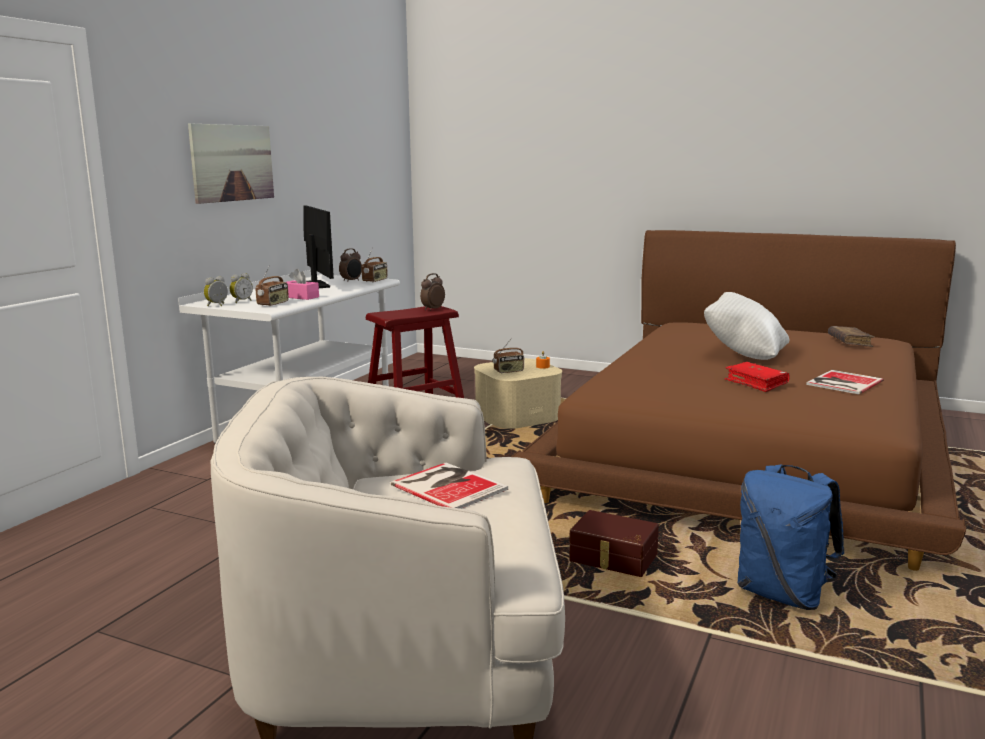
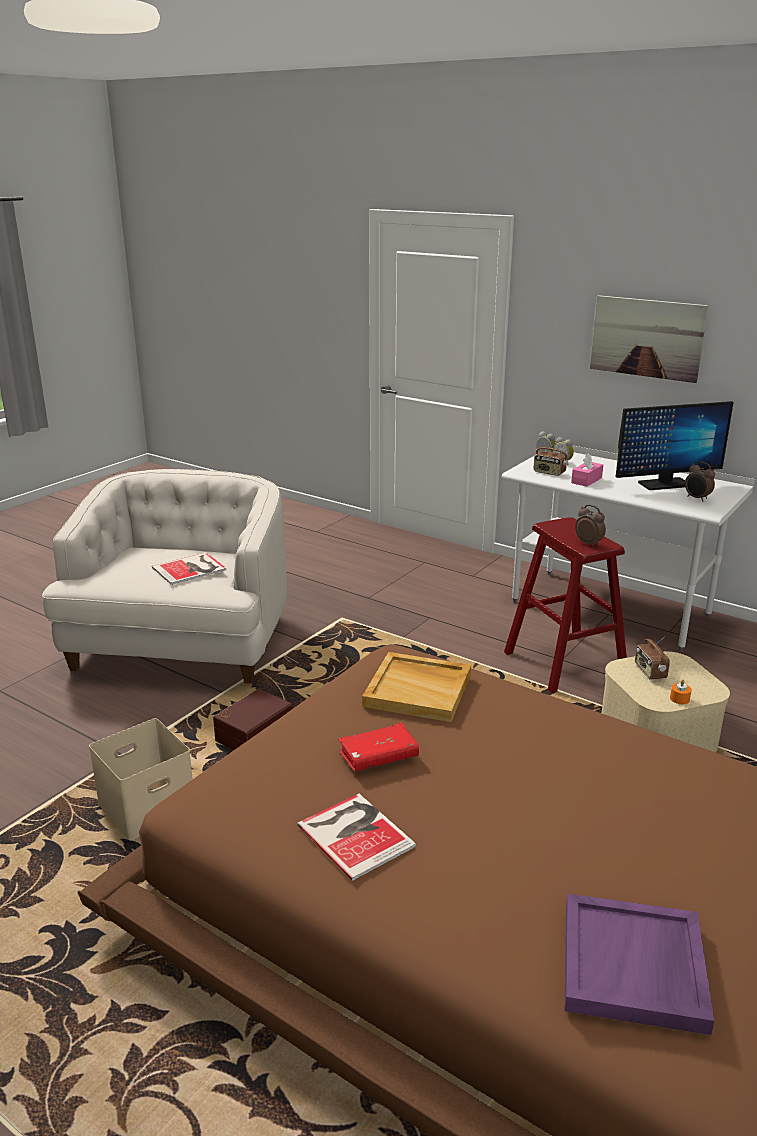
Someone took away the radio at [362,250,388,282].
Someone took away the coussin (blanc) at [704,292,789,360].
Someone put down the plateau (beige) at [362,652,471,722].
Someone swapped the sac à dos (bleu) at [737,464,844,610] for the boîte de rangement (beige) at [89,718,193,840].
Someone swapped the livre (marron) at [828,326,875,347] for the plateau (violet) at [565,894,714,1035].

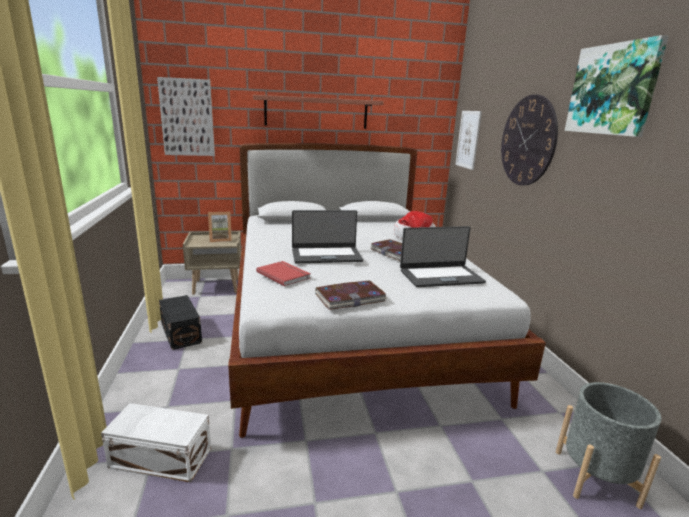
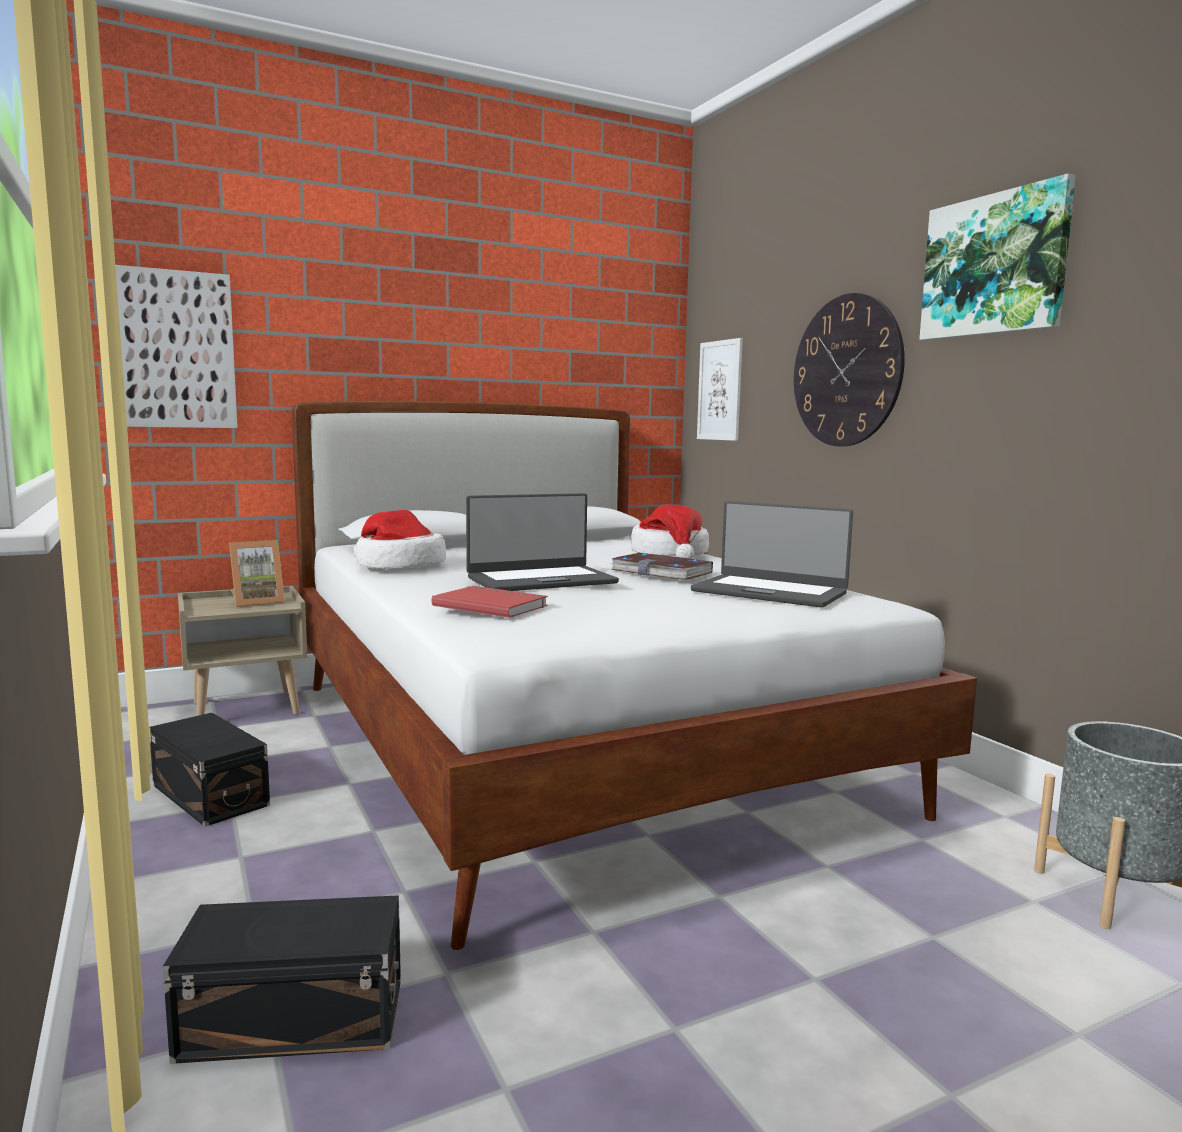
Someone took away the étagère at [253,95,384,129].
Someone took away the livre at [315,280,387,310].
Someone put down the chapeau at [353,510,446,569].
Someone repainted the boîte de rangement (blanc) at [101,403,211,482], which became the boîte de rangement (noir) at [163,895,401,1064].
Someone rotated the ordinateur portable at [400,226,486,287] by 60 degrees clockwise.

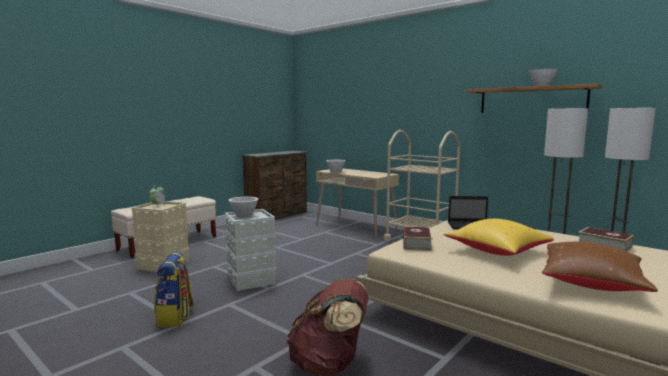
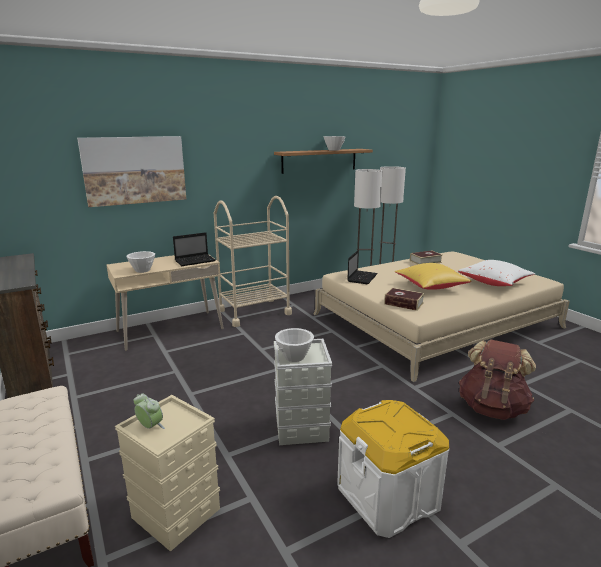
Someone put up the tableau at [77,136,186,207].
Someone put down the ordinateur portable at [173,232,216,266].
Someone swapped the sac à dos at [154,251,194,327] for the boîte de rangement (blanc) at [337,400,449,538].
Someone repainted the coussin (marron) at [542,242,658,292], which became the coussin (blanc) at [458,260,535,286].

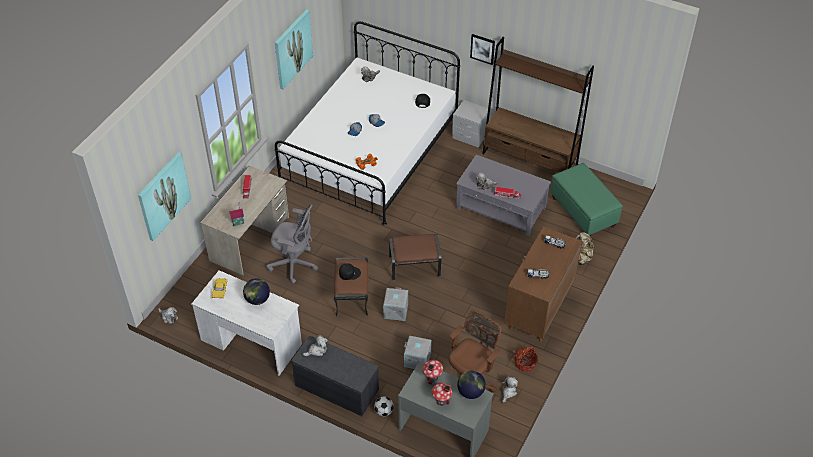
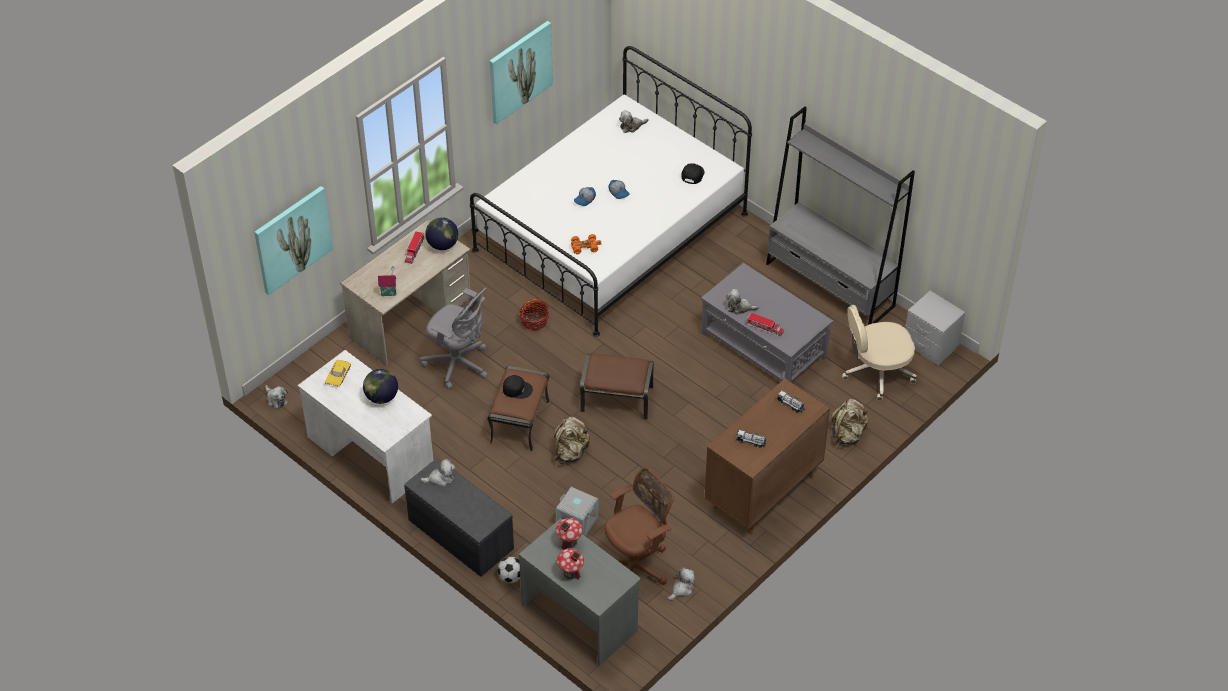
Someone took away the tableau at [470,34,495,65].
Someone carried the table de chevet (gris) from [452,100,488,147] to [905,291,965,365].
Someone carried the globe from [457,370,486,399] to [425,217,458,250].
Someone carried the panier from [514,346,538,372] to [519,298,549,331].
Someone swapped the boîte de rangement (gris) at [383,288,408,321] for the sac à dos (beige) at [554,417,590,464].
Someone swapped the pouf (vert) at [551,163,623,236] for the chaise de bureau (beige) at [842,305,917,401].
Someone repainted the bibliothèque (marron) at [483,37,594,172], which became the bibliothèque (gris) at [766,107,915,325].

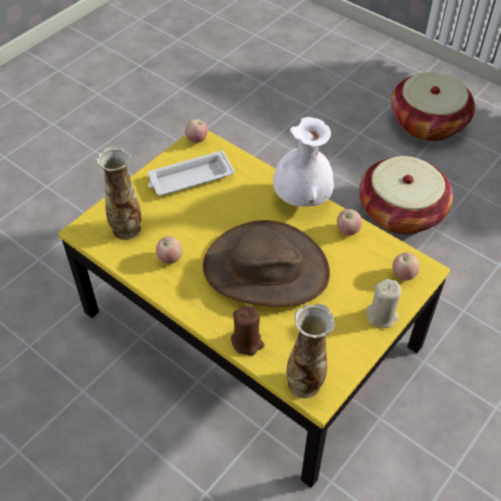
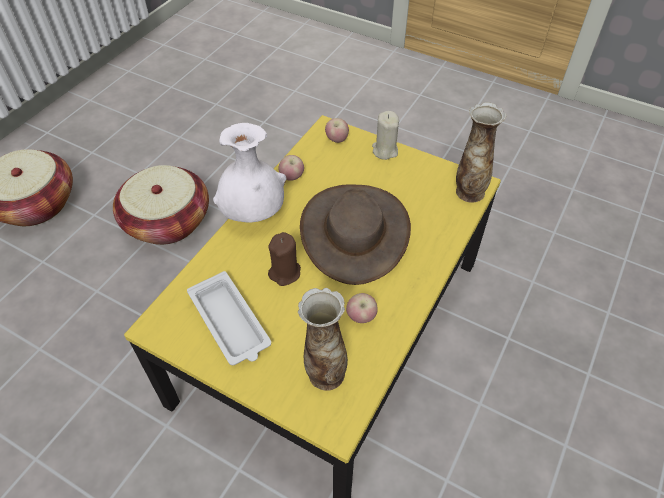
Someone took away the pomme at [185,119,208,143].
Someone carried the bougie (marron) from [231,305,265,356] to [268,232,301,286].

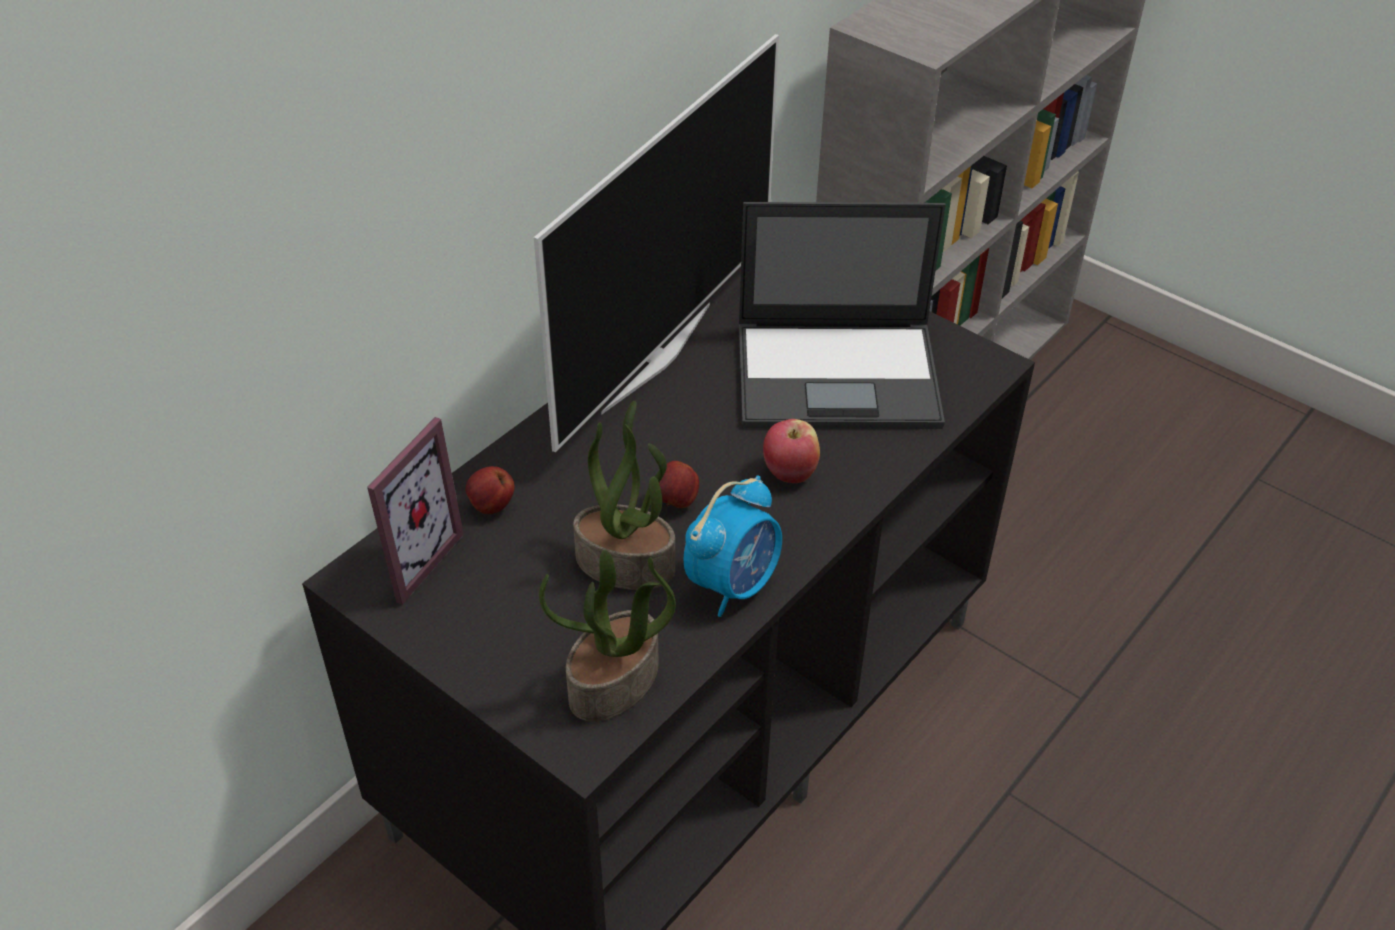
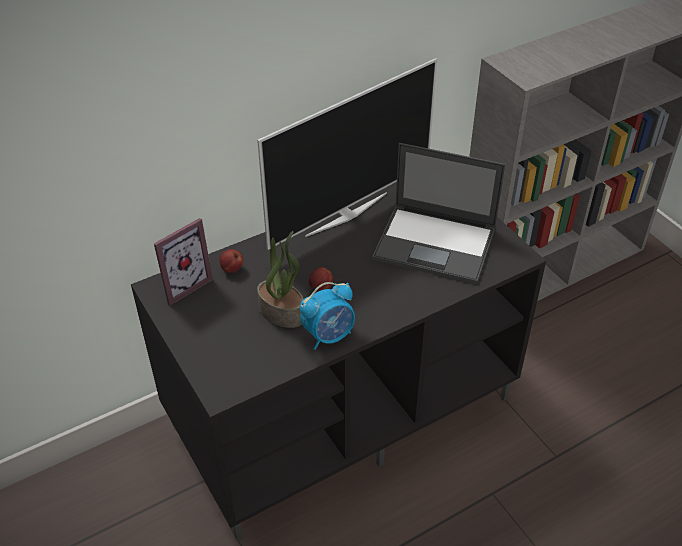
Someone took away the plante en pot at [539,550,676,722].
Someone took away the pomme at [763,419,820,483].

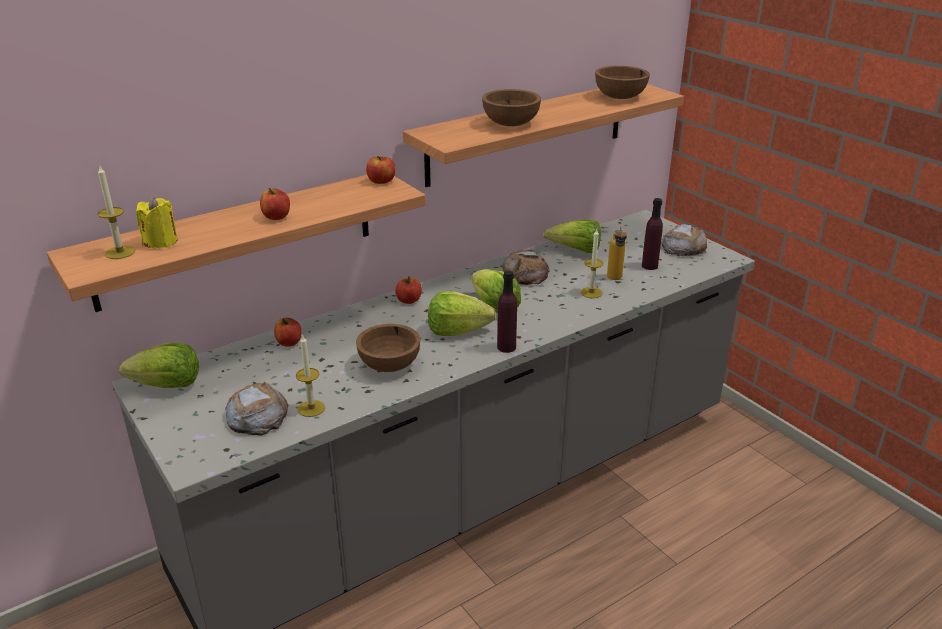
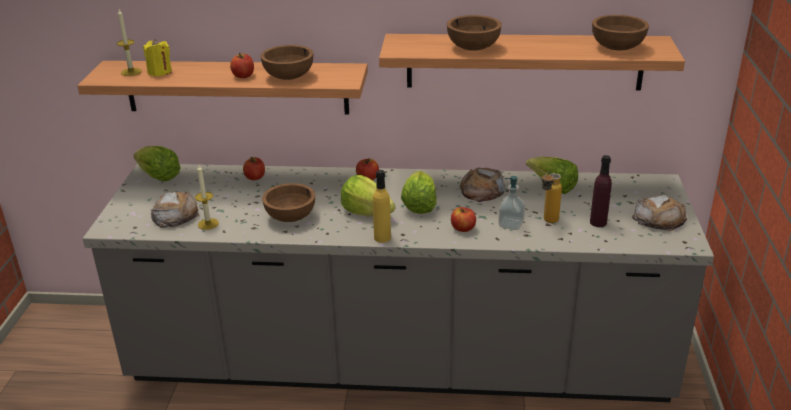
Someone put down the bol (marron) at [260,45,314,80].
Someone carried the pomme from [366,156,395,184] to [451,207,476,232].
Someone swapped the bougie at [580,229,603,298] for the distributeur de savon at [498,176,525,230].
Someone repainted the bouteille (violet) at [497,271,517,353], which became the bouteille (jaune) at [373,170,391,243].

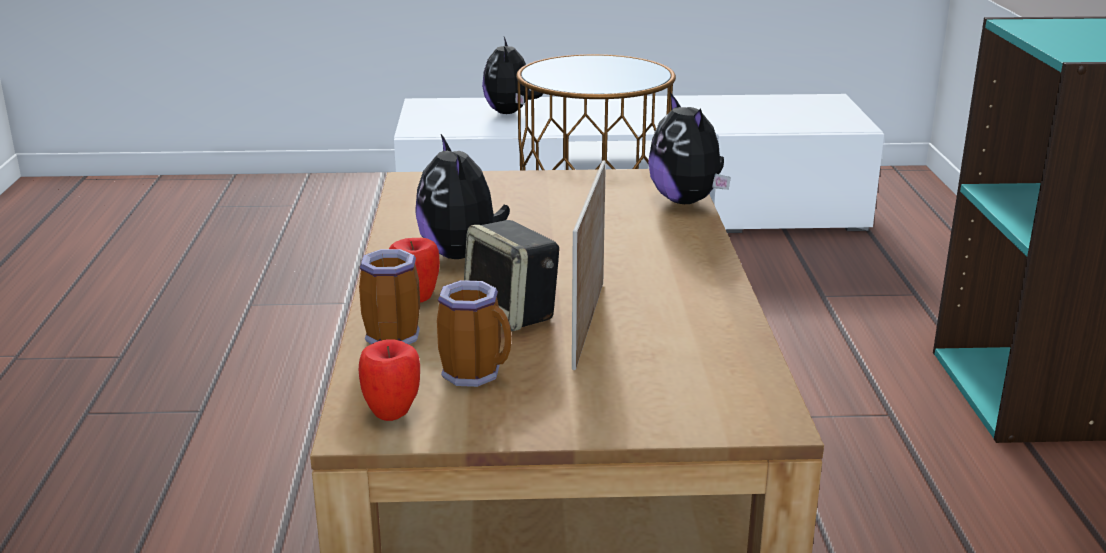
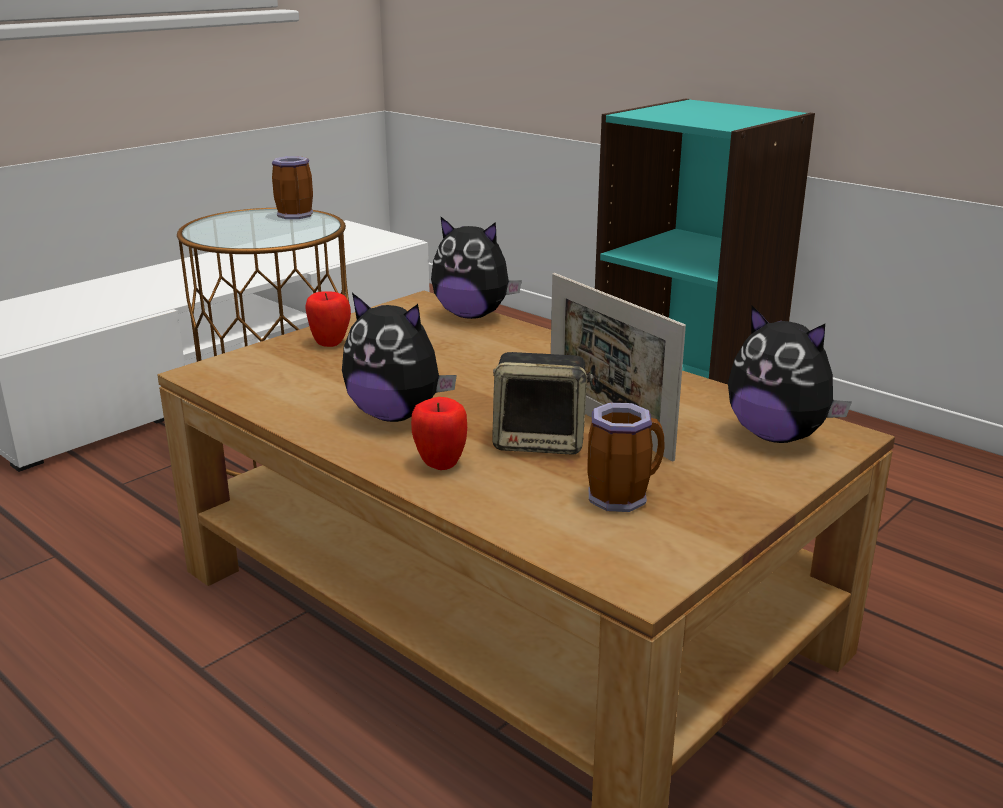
Someone carried the mug from [359,249,420,345] to [272,156,313,219].
Someone carried the pomme from [359,339,420,421] to [305,291,351,347].
Someone carried the peluche from [482,37,543,114] to [728,305,852,443].

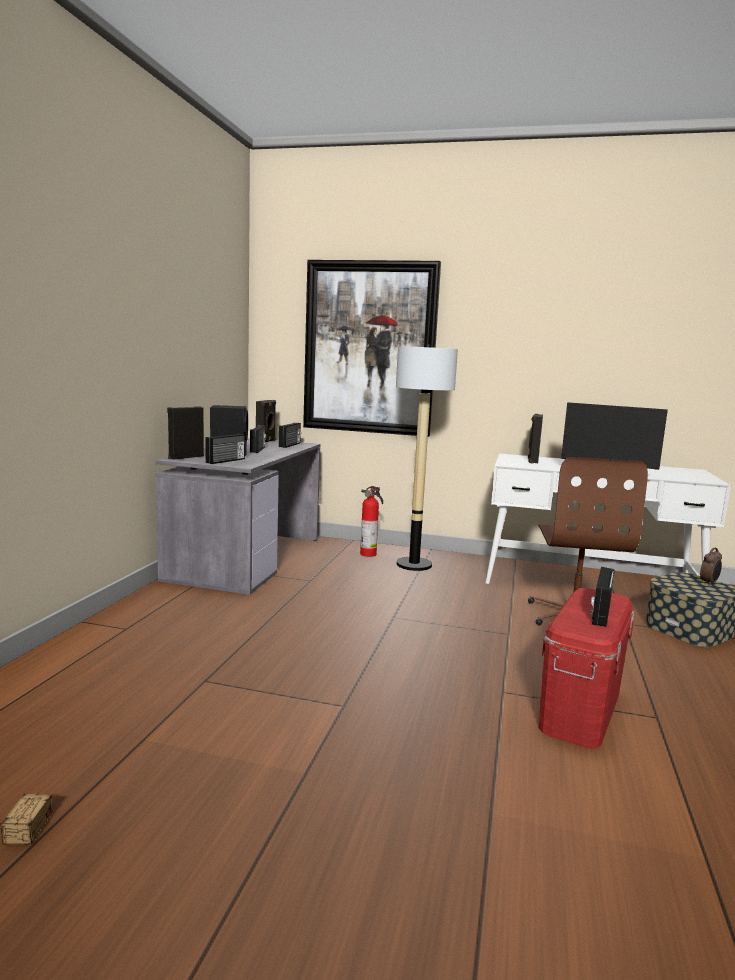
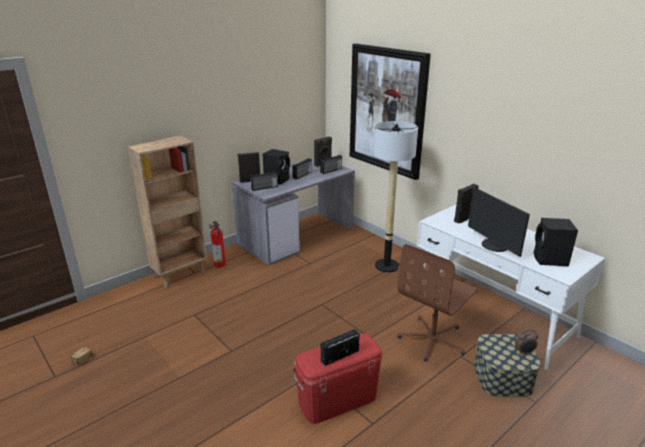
Someone put down the bibliothèque (marron) at [128,136,207,288].
Someone put down the enceinte (noir) at [534,218,578,266].
Someone carried the extincteur from [360,486,383,557] to [209,221,226,267].

